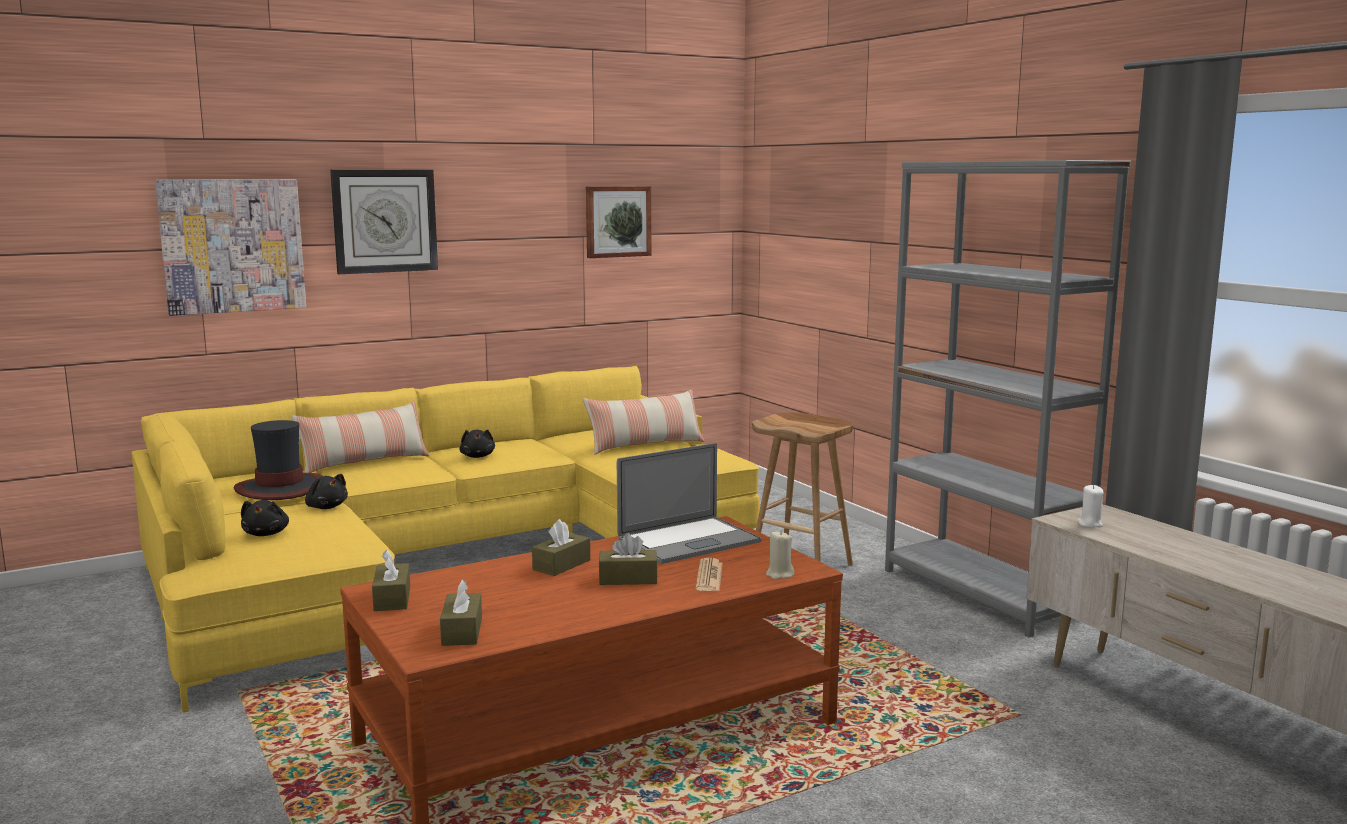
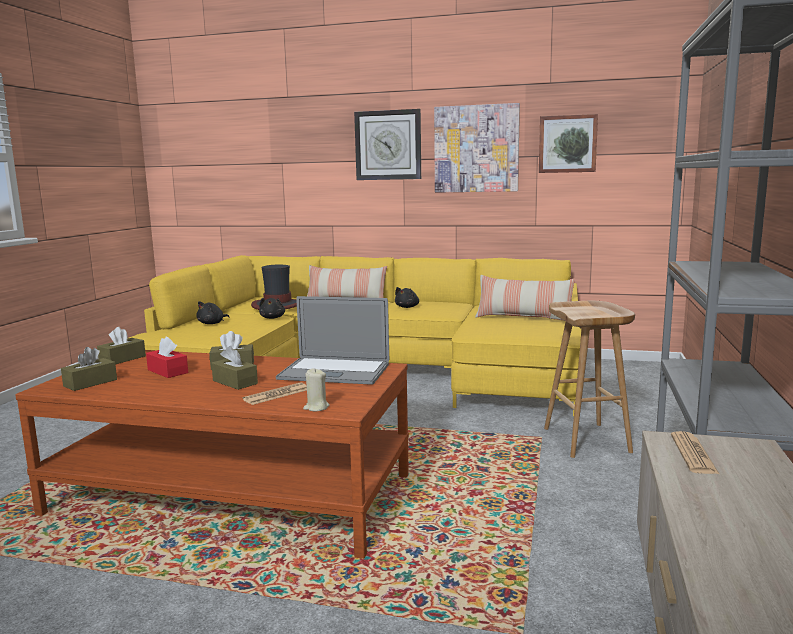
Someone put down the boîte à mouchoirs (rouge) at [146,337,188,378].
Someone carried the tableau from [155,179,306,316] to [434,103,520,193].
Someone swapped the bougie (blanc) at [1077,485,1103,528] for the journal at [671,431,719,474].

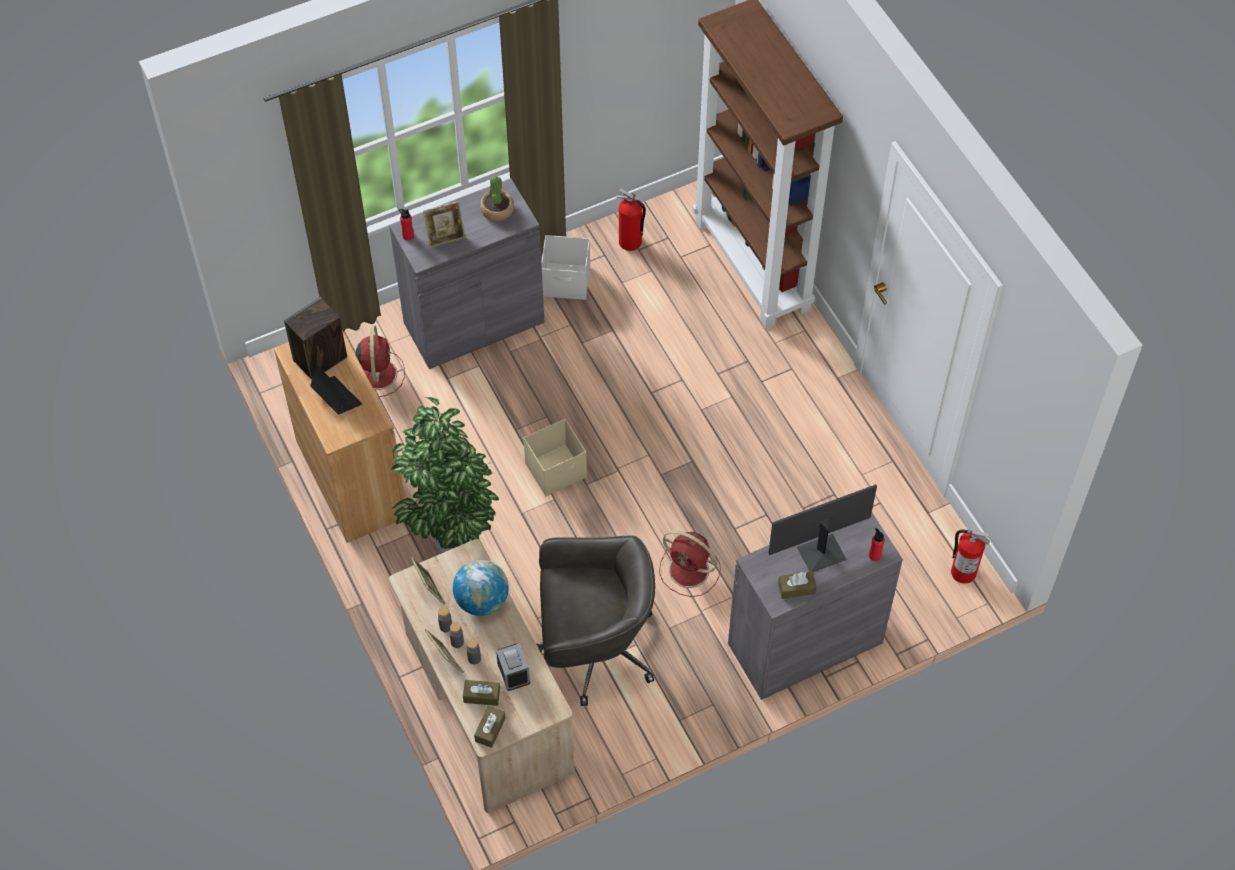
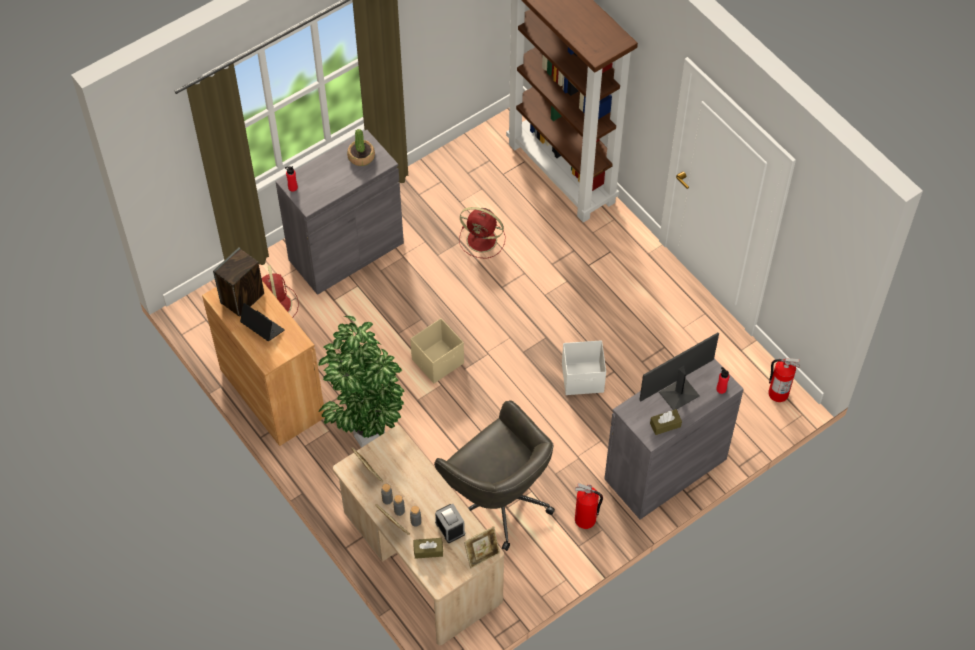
Someone took away the globe at [453,560,509,616].
Someone took away the boîte à mouchoirs (marron) at [474,706,506,748].
Someone carried the cadre photo from [423,201,465,248] to [464,526,500,568].
Someone carried the boîte de rangement (blanc) from [541,235,590,300] to [562,340,606,395].
Someone carried the extincteur from [617,188,646,251] to [575,483,603,529].
Someone carried the ventilateur (rouge) from [659,530,721,597] to [459,207,505,259].
Someone rotated the chaise de bureau (gris) at [536,535,655,706] by 60 degrees clockwise.

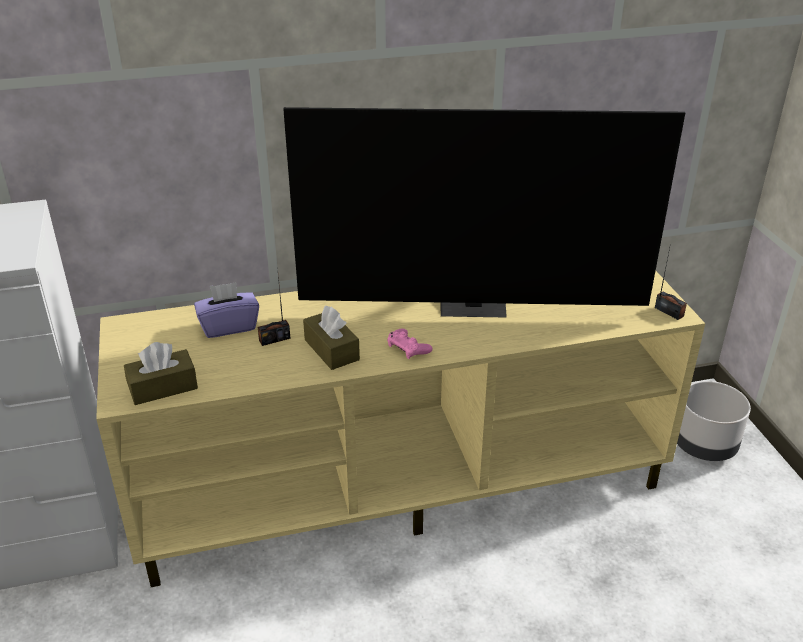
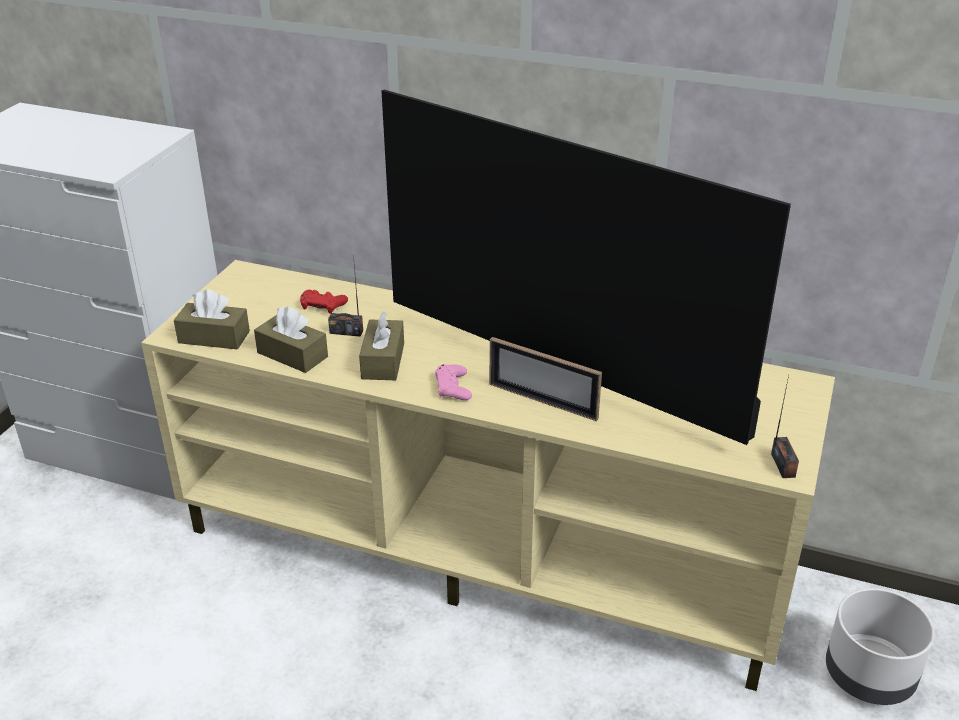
Someone put down the boîte à mouchoirs (marron) at [254,306,328,373].
Someone put down the cadre photo at [490,337,602,421].
Someone swapped the boîte à mouchoirs (violet) at [194,282,259,338] for the manette (rouge) at [300,290,348,314].

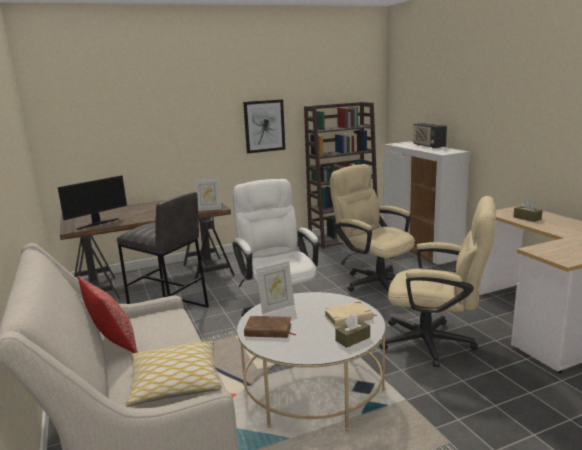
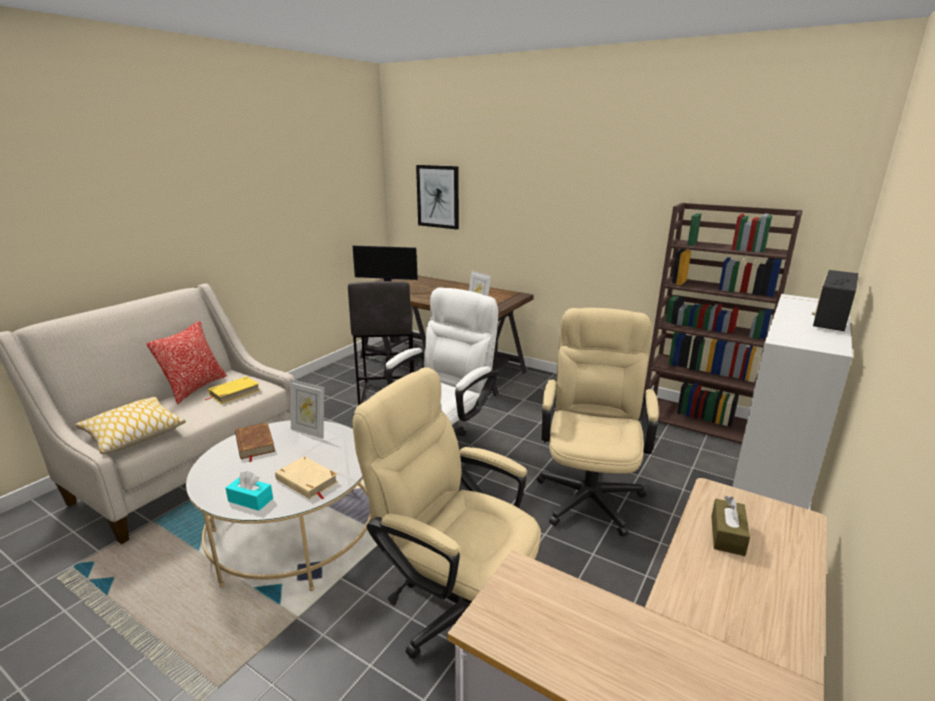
Someone put down the livre (jaune) at [205,376,260,404].
Someone carried the tableau from [243,99,285,153] to [416,165,459,229].
Someone repainted the boîte à mouchoirs (marron) at [335,314,370,348], which became the boîte à mouchoirs (turquoise) at [226,471,273,511].
Someone rotated the chaise de bureau (beige) at [379,196,496,367] by 135 degrees clockwise.

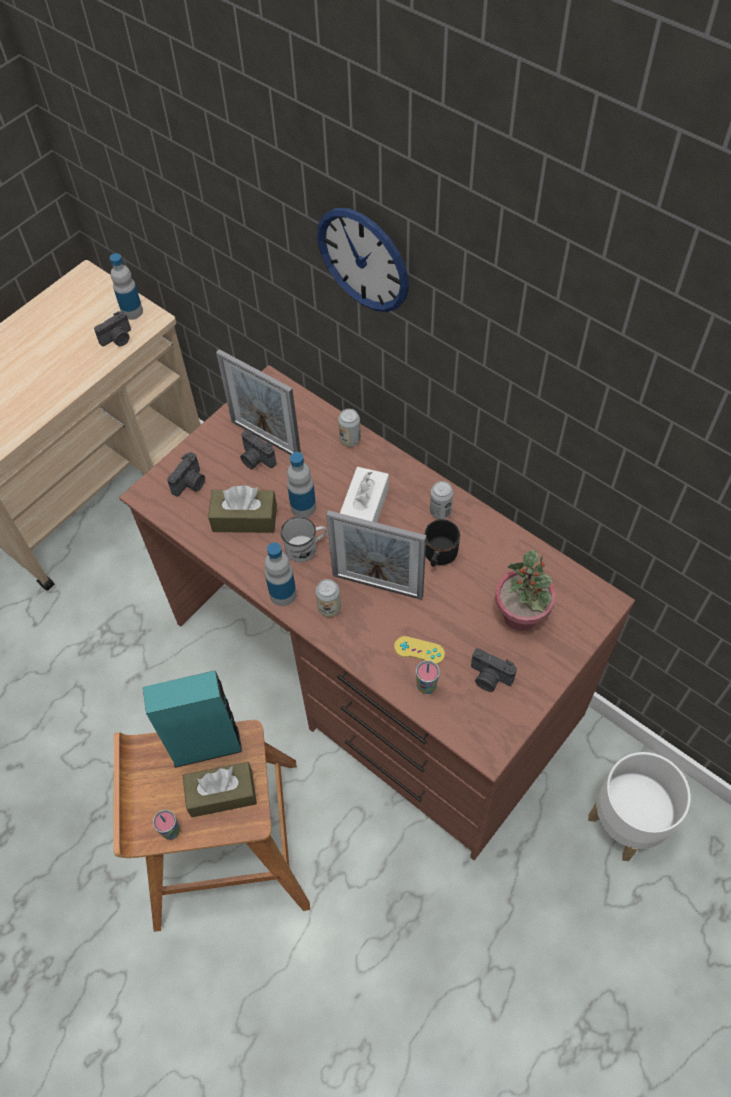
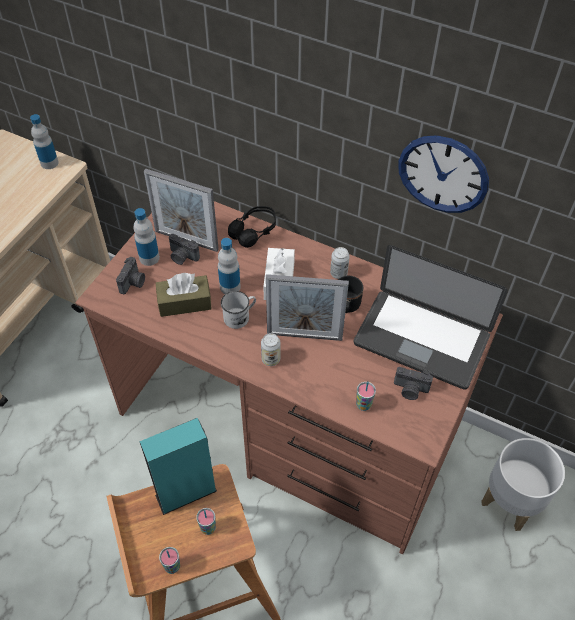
Someone took away the appareil photo at [94,311,131,346].
Someone took away the manette (jaune) at [394,636,445,664].
Someone carried the bouteille from [264,542,297,606] to [133,208,160,266].
Someone carried the horloge murale from [317,208,409,312] to [398,135,489,213].
Someone swapped the boîte à mouchoirs (marron) at [183,762,257,817] for the tasse at [196,508,216,535].
Someone swapped the boîte métallique at [338,409,361,447] for the casque audio (noir) at [228,206,276,248].
Someone swapped the plante en pot at [495,550,556,631] for the ordinateur portable at [354,245,508,390].

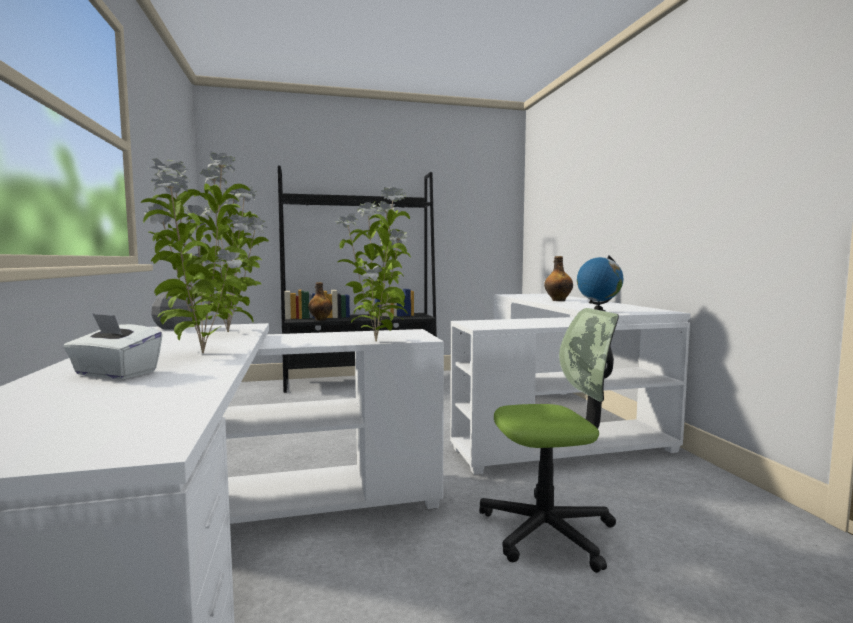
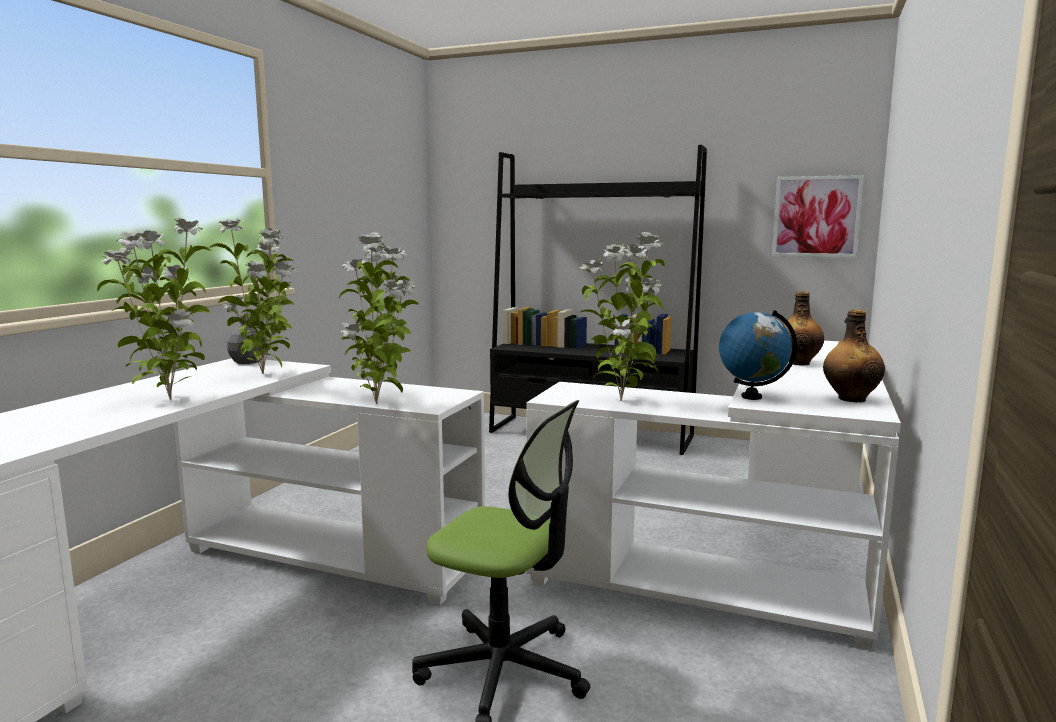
Someone took away the boîte à mouchoirs (blanc) at [63,313,163,379].
Someone put down the plante en pot at [580,232,665,401].
Someone put up the tableau at [772,175,864,258].
Someone carried the bouteille from [308,282,332,321] to [823,310,885,402].

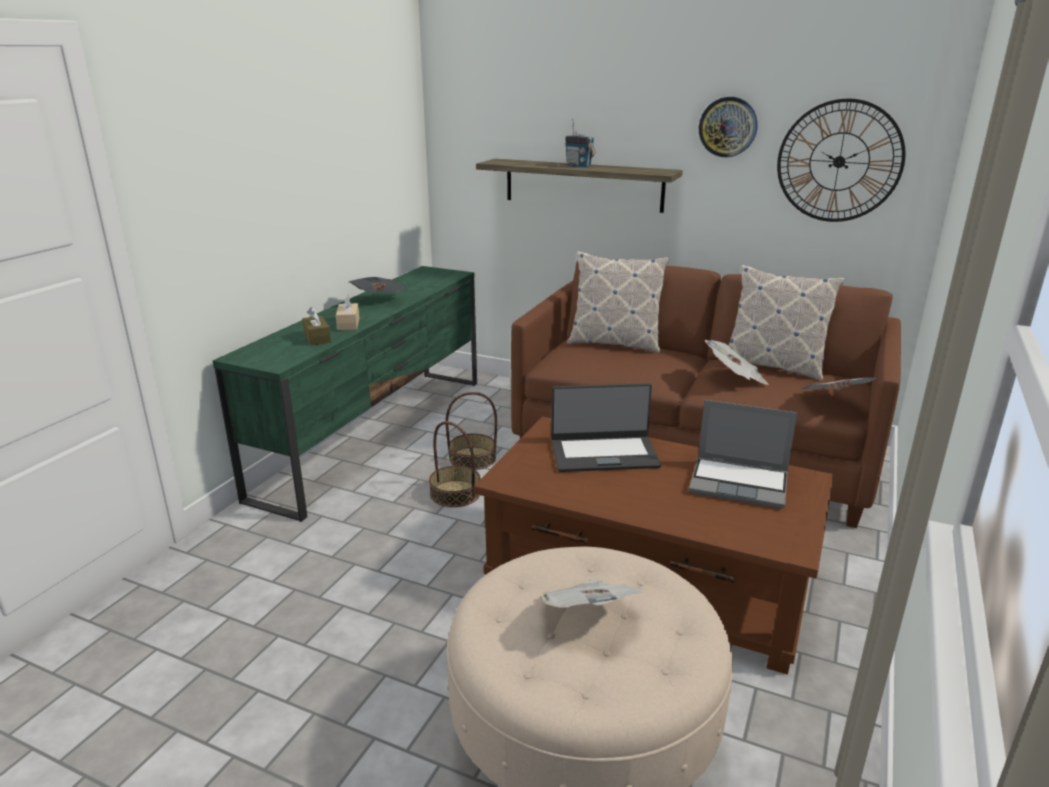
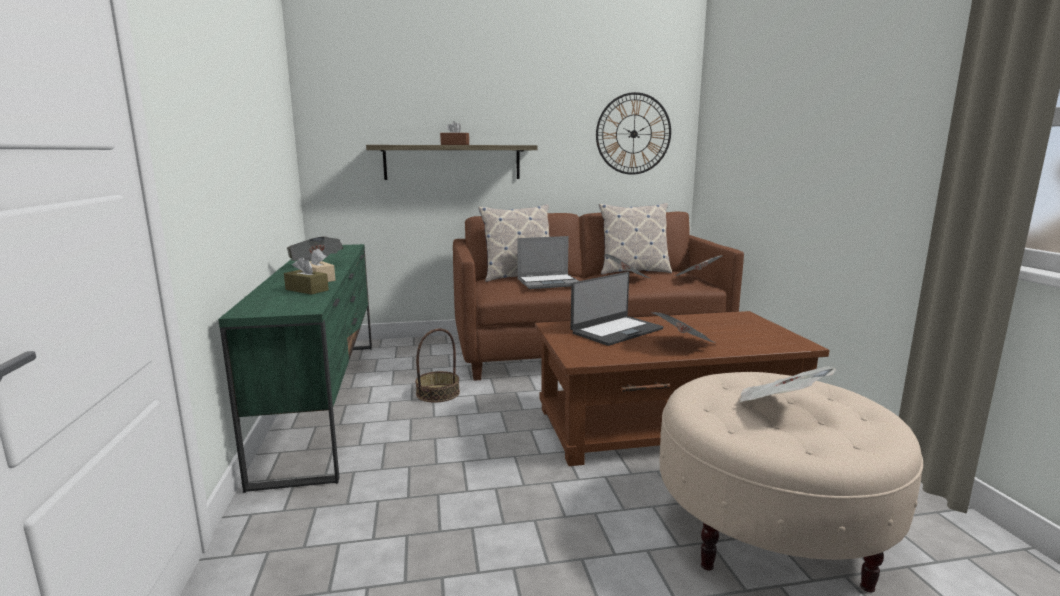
Someone took away the panier at [429,421,480,507].
Someone took away the horloge murale at [699,97,758,157].
Someone put down the journal at [651,312,717,343].
Someone carried the ordinateur portable from [689,400,797,509] to [517,236,578,289].
Someone swapped the radio at [565,119,596,168] for the boîte à mouchoirs (marron) at [440,121,469,145].

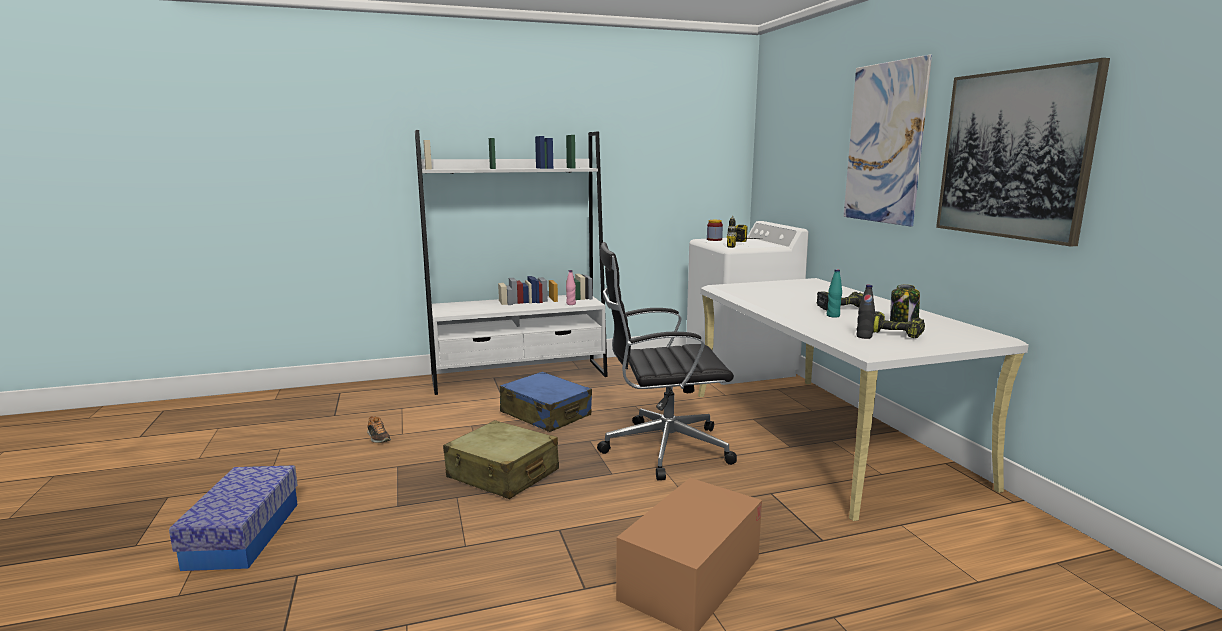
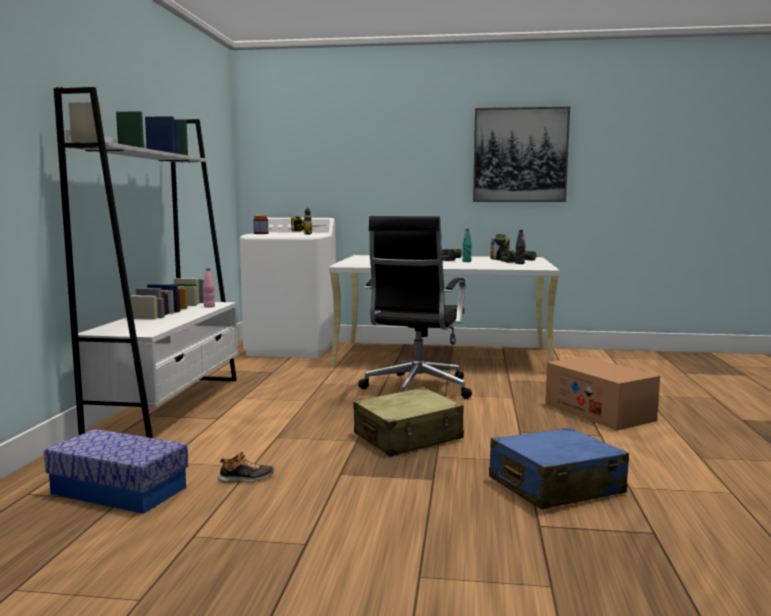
Someone took away the tableau at [844,54,932,227].
Someone carried the boîte de rangement from [169,465,298,571] to [44,429,188,514].
Someone carried the valise (bleu) from [500,371,592,432] to [489,428,629,509].

